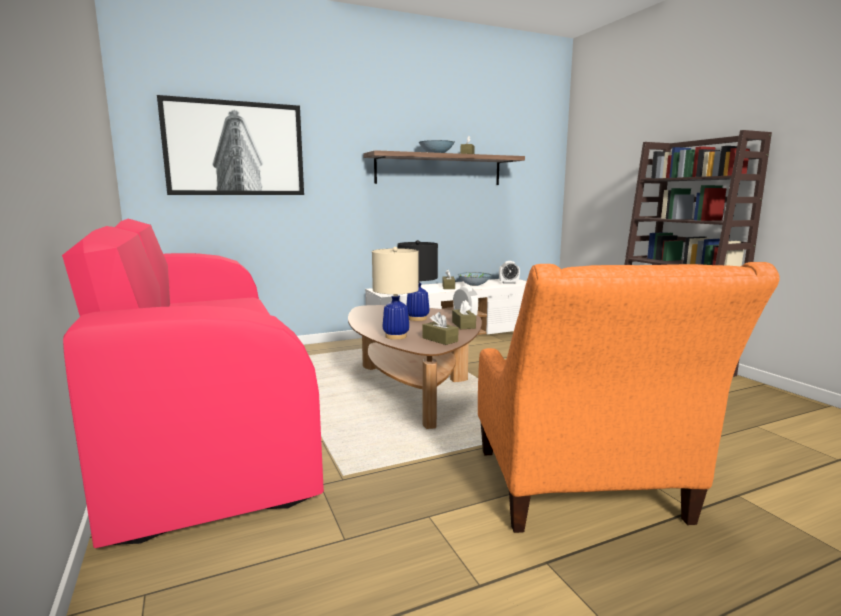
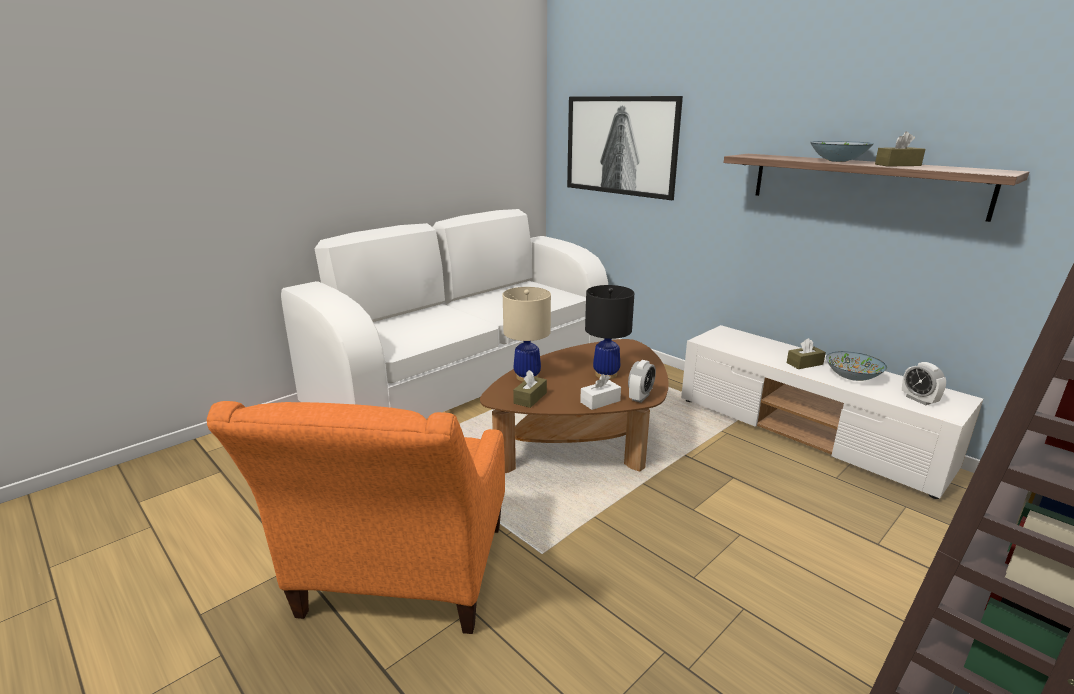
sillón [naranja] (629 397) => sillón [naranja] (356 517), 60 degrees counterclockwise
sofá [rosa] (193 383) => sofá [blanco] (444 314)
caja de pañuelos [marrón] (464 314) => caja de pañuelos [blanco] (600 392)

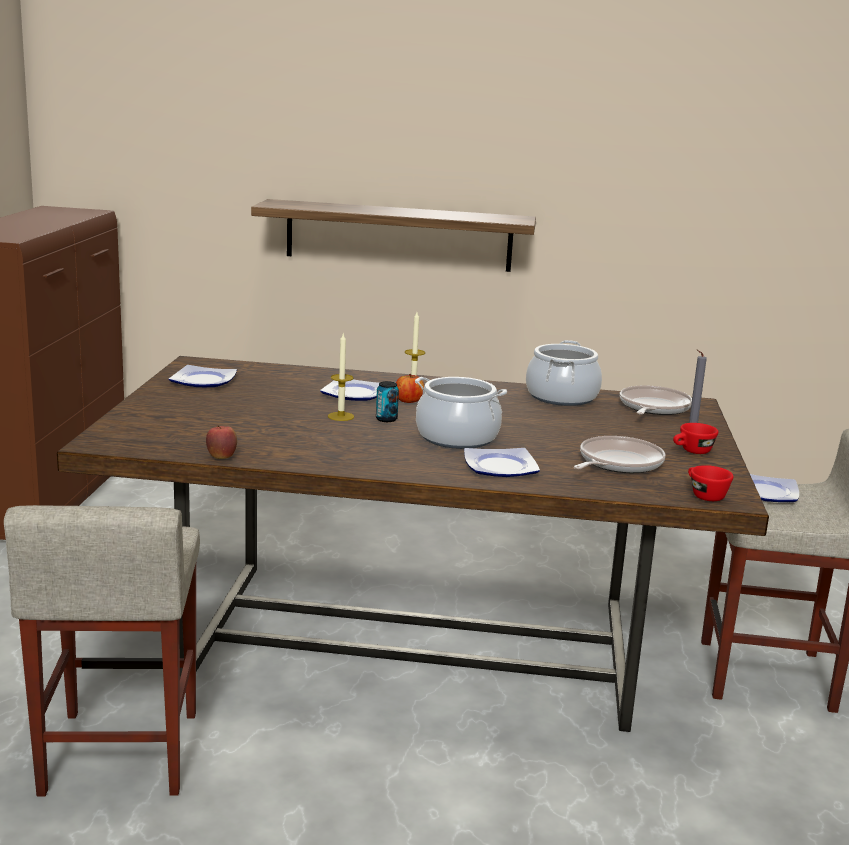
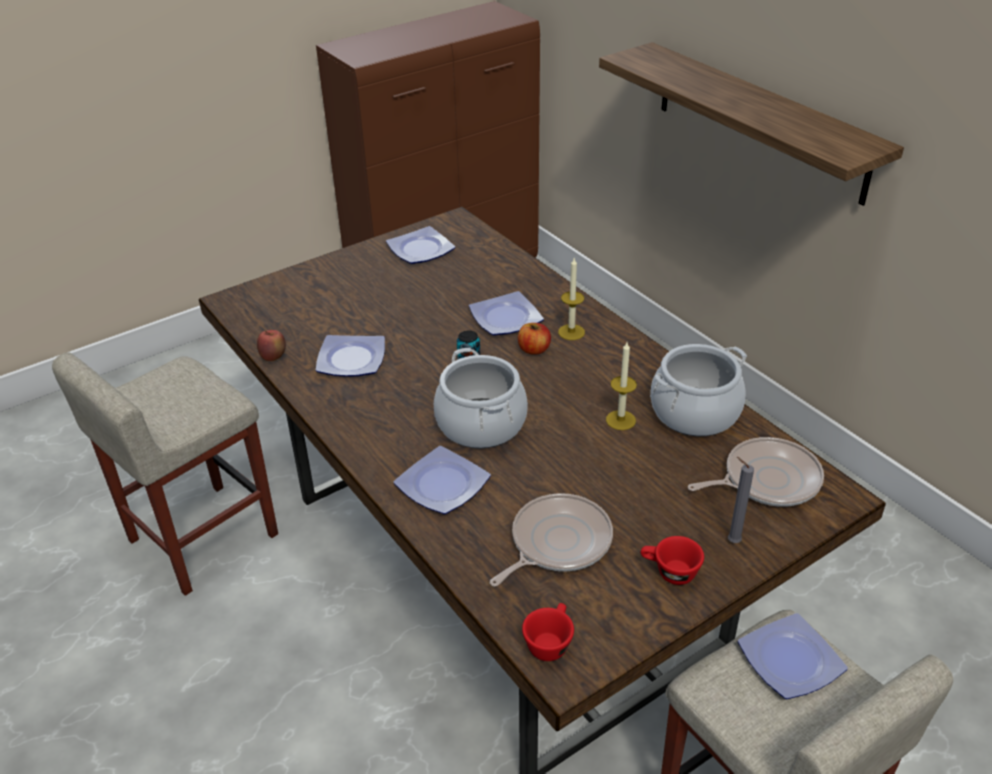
nothing => plato (350 355)
sartén (619 454) => sartén (551 540), 45 degrees counterclockwise
vela (341 377) => vela (621 386), moved

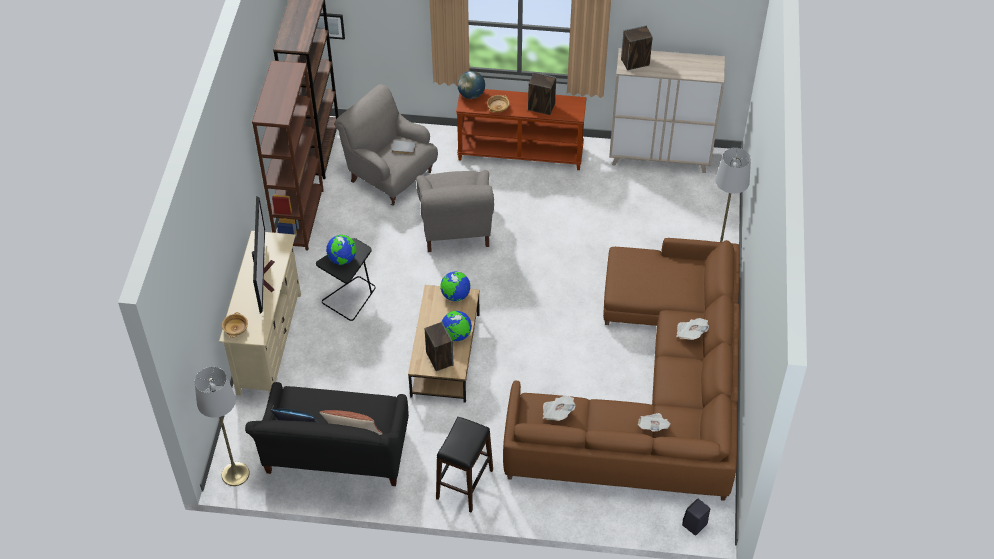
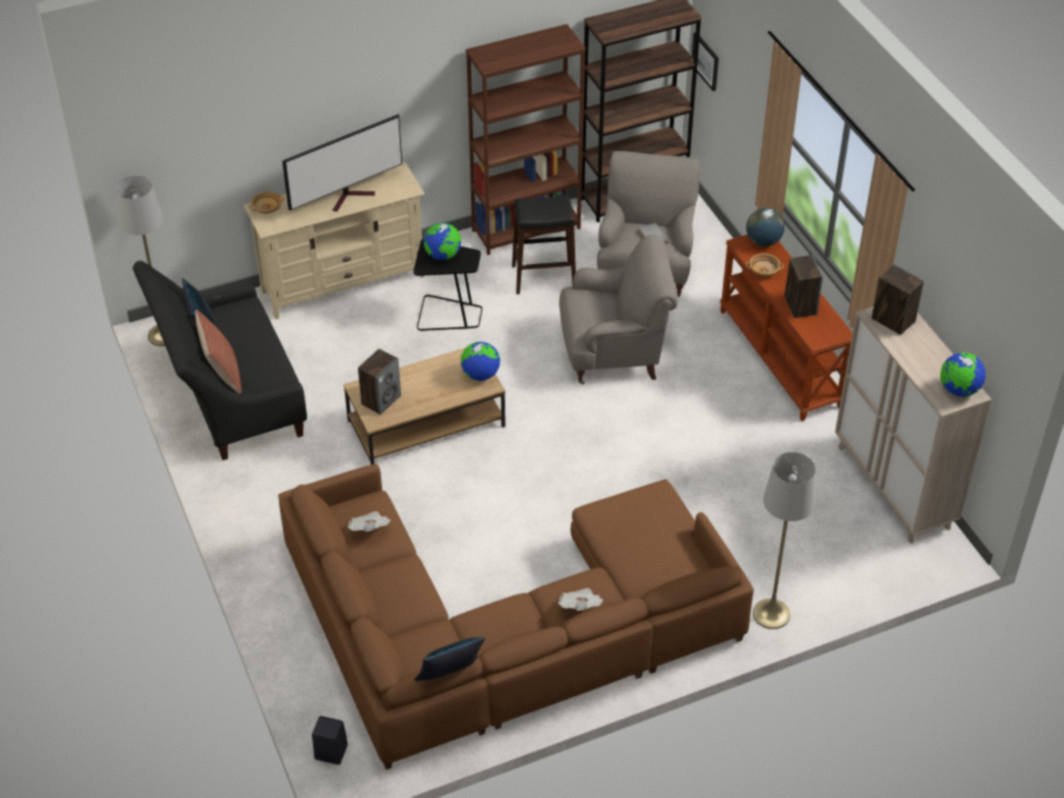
nothing => cojín [azul] (449 659)
taburete [negro] (464 465) => taburete [negro] (544 244), moved
sillón [gris] (455 211) => sillón [gris] (618 309), 150 degrees counterclockwise
globo terráqueo (457 326) => globo terráqueo (963 375), moved
periódico (654 422) => nothing

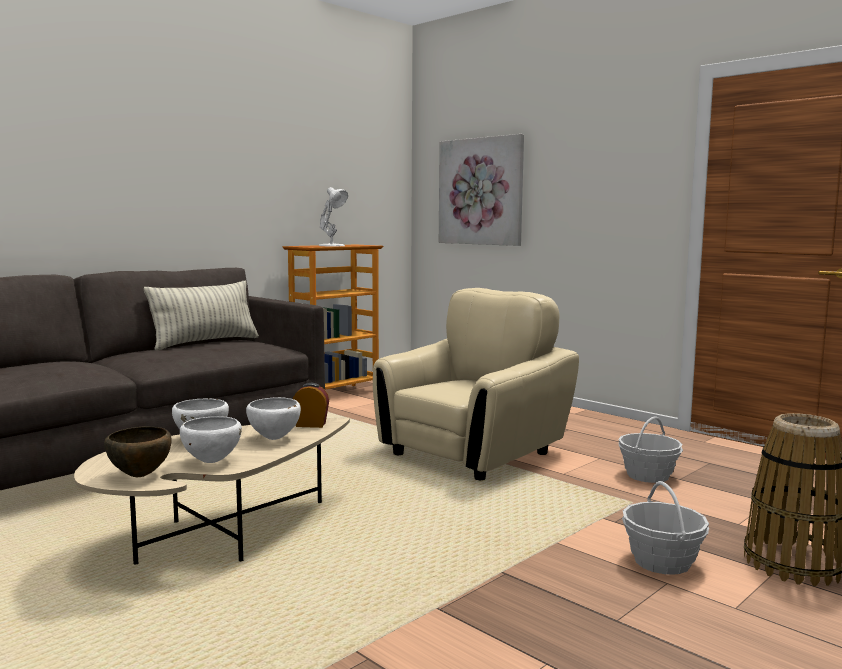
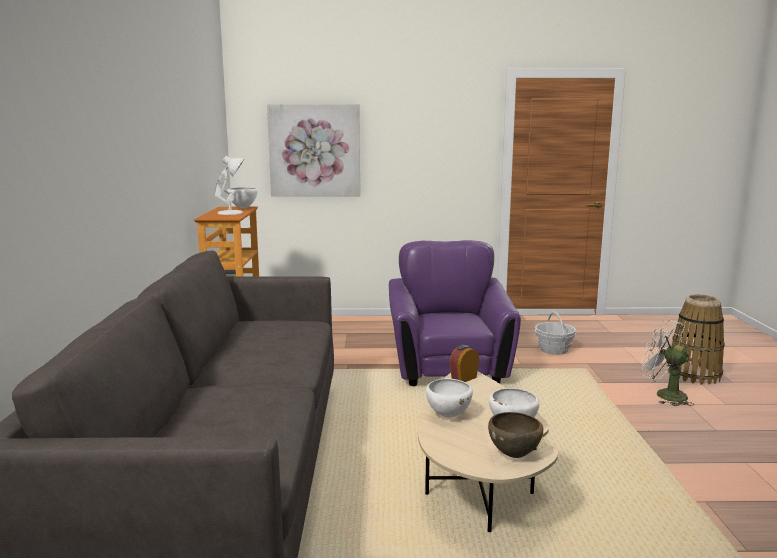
cuenco [blanco] (273 418) => cuenco [blanco] (242 198), moved
sillón [beis] (476 384) => sillón [morado] (455 313)
cesta (665 528) => ventilador [blanco] (667 362)
cojín (201 316) => nothing

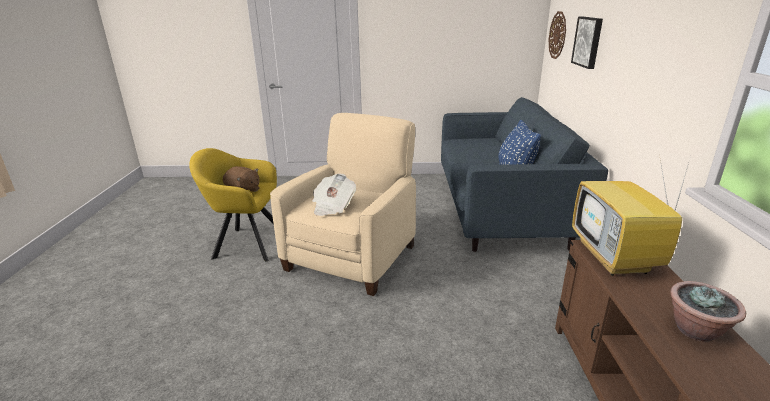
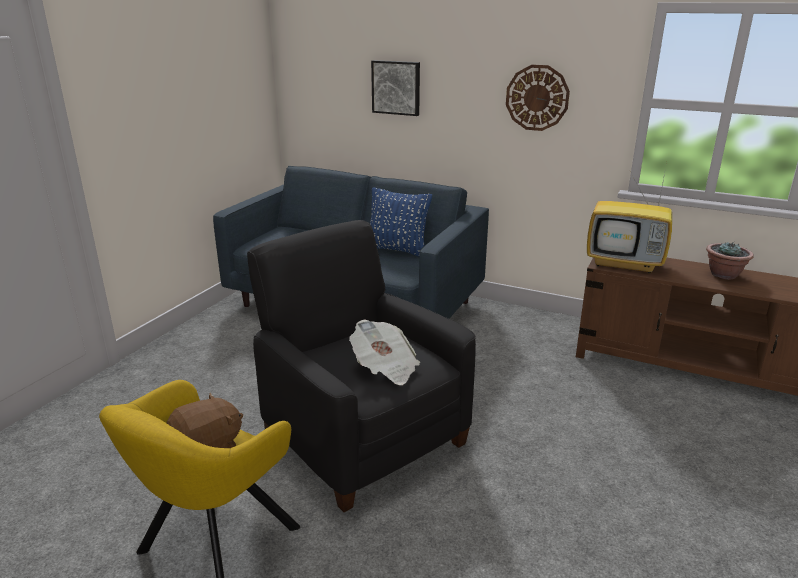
sillón [beis] (343 204) => sillón [negro] (361 366)
reloj de pared (557 35) => reloj de pared (538 98), moved

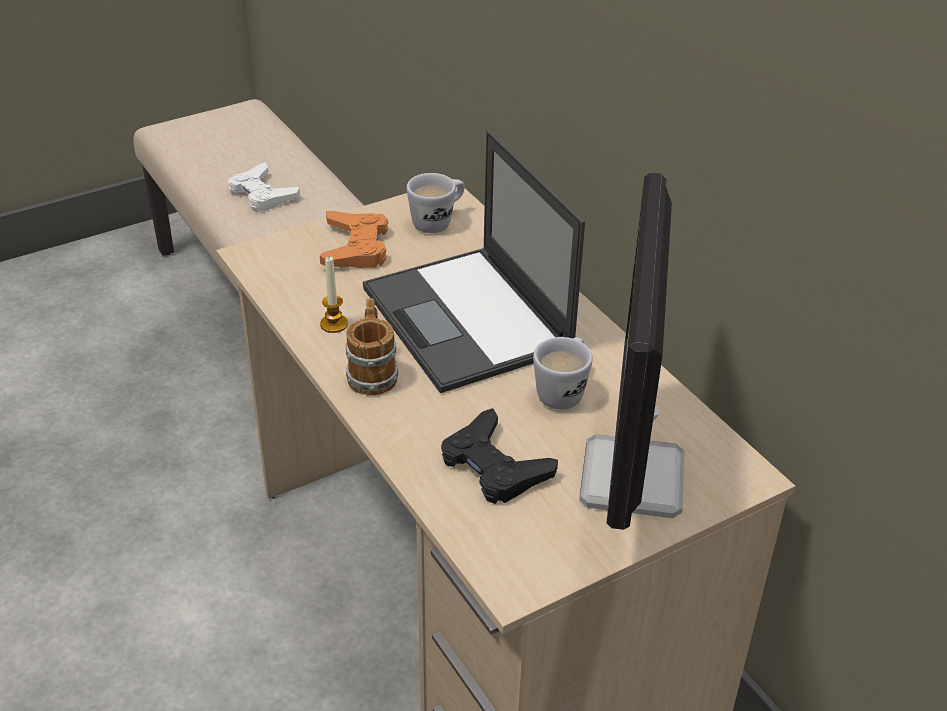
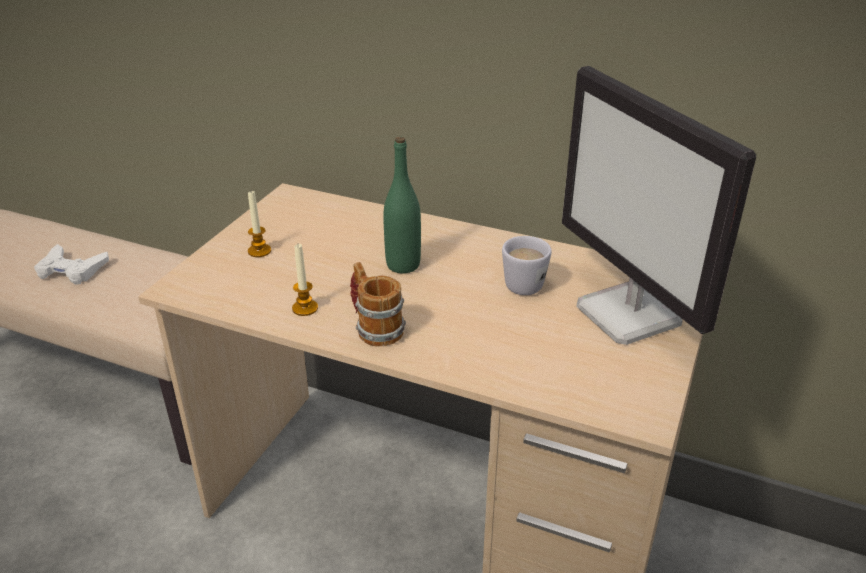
mando de consola [naranja] (354 239) => vela (259 224)
portátil (474 261) => botella [verde] (402 205)
taza grande [blanco] (436 203) => nothing
mando de consola [negro] (499 456) => nothing

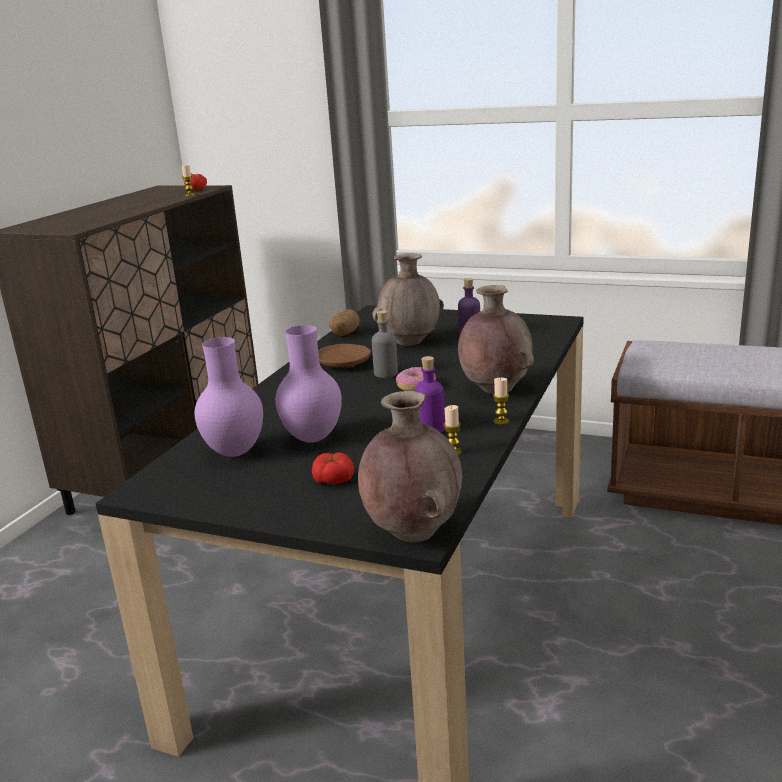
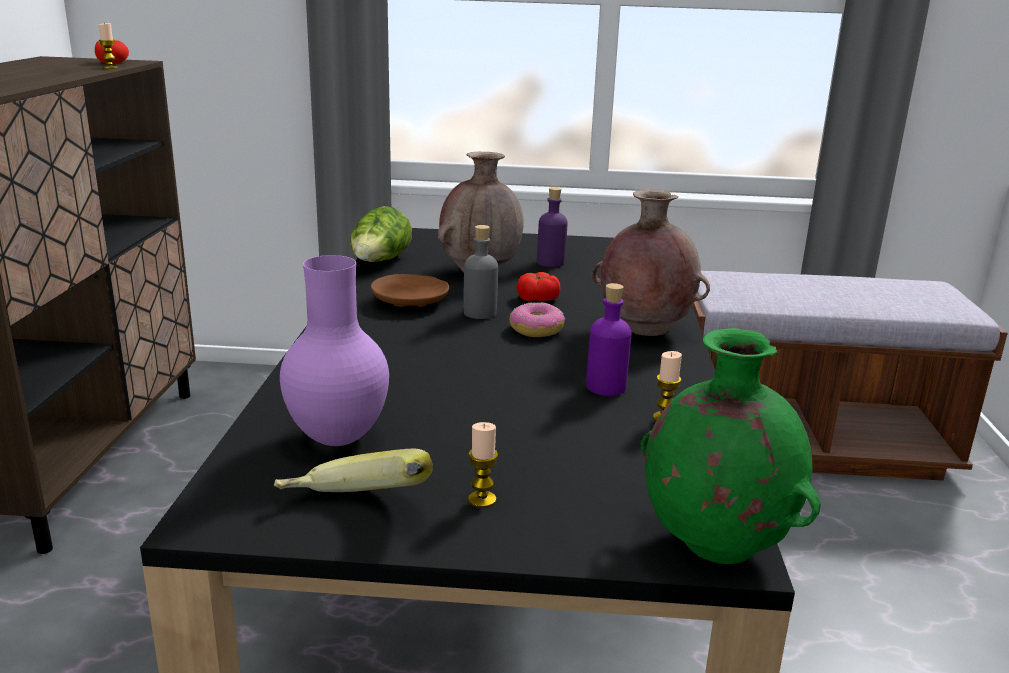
nothing => plátano (353 470)
patata (344 322) => lechuga (381 234)
vela (501 401) => vela (483 465), moved
tomate (333 468) => tomate (539 287), moved
florero [marrón] (410 466) => florero [verde] (731 446)
florero [morado] (308 384) => nothing

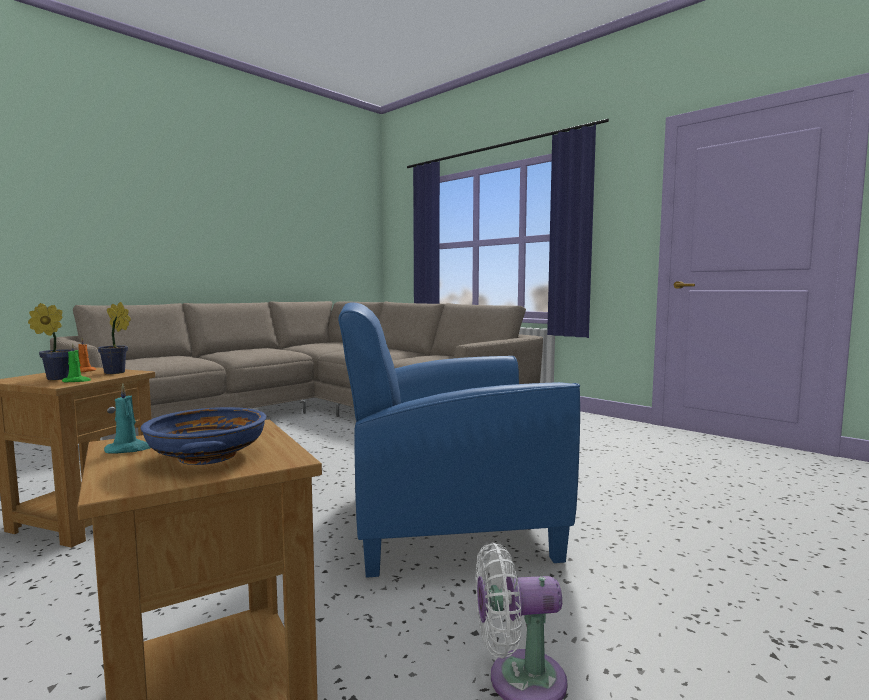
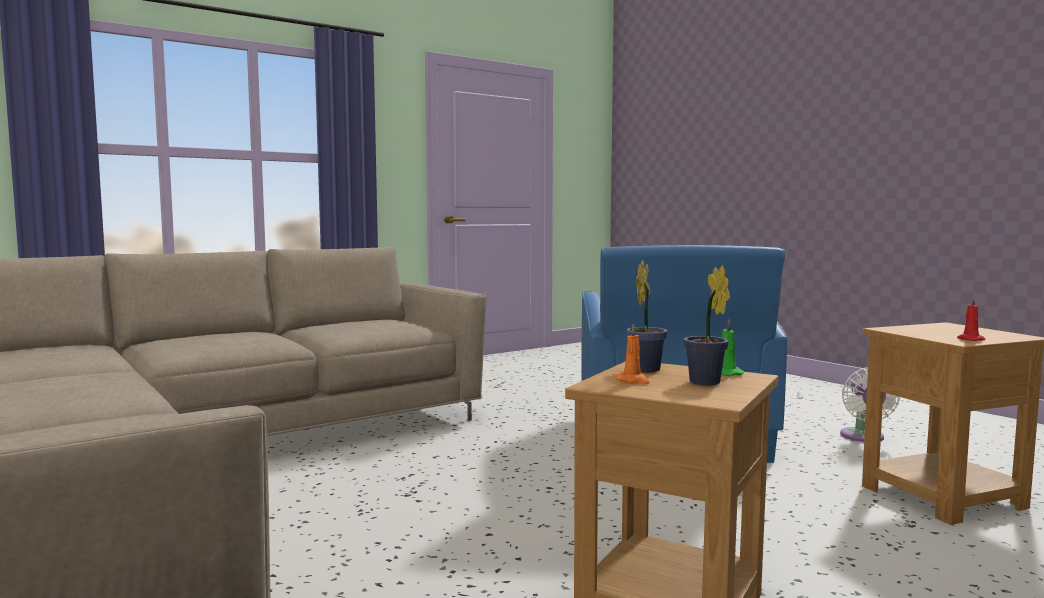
vela [turquesa] (127 418) => vela [rojo] (971 318)
cuenco [azul] (203 436) => nothing

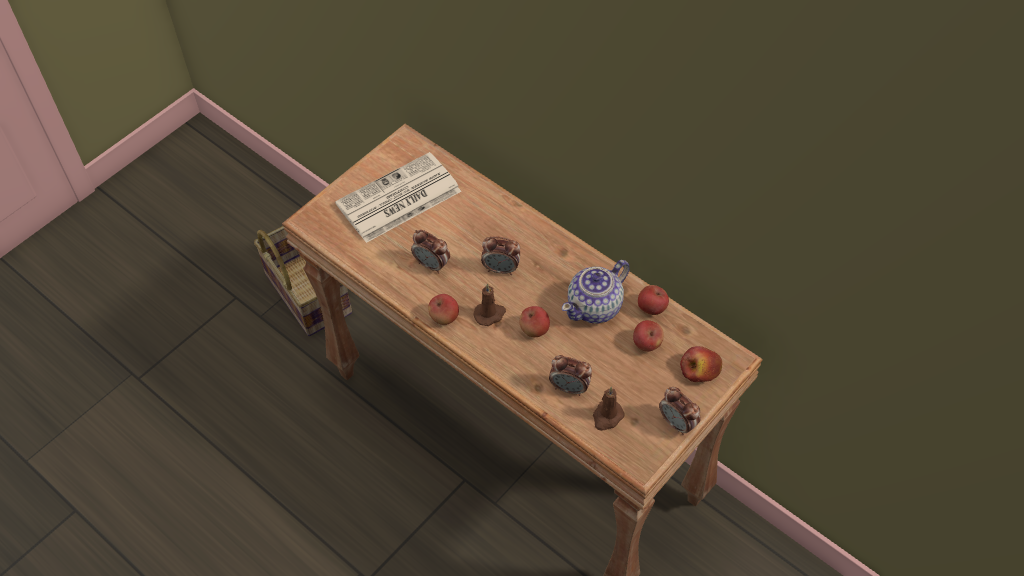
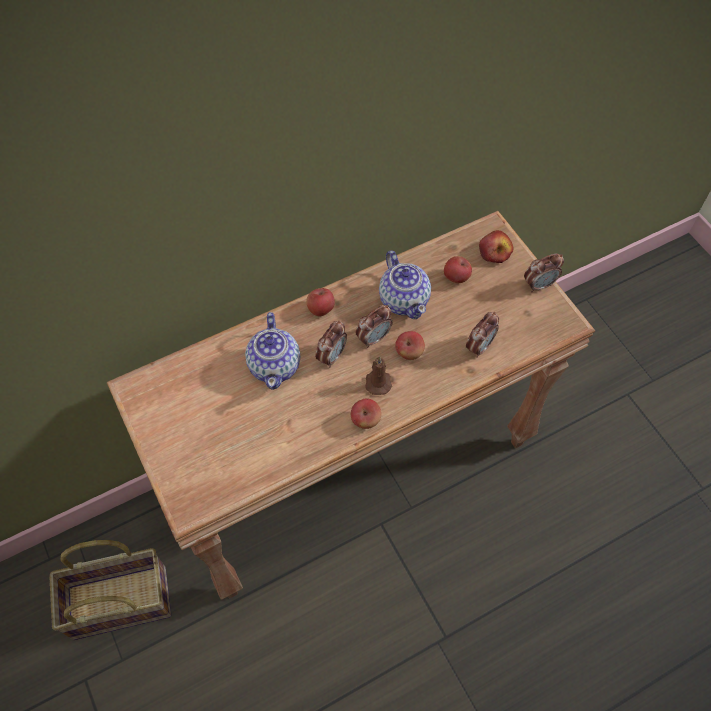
nothing => tetera (272 351)
manzana (653 300) => manzana (320 302), moved
despertador (430 252) => despertador (374 326), moved
periódico (398 197) => nothing
vela [marrón] (609 409) => nothing

